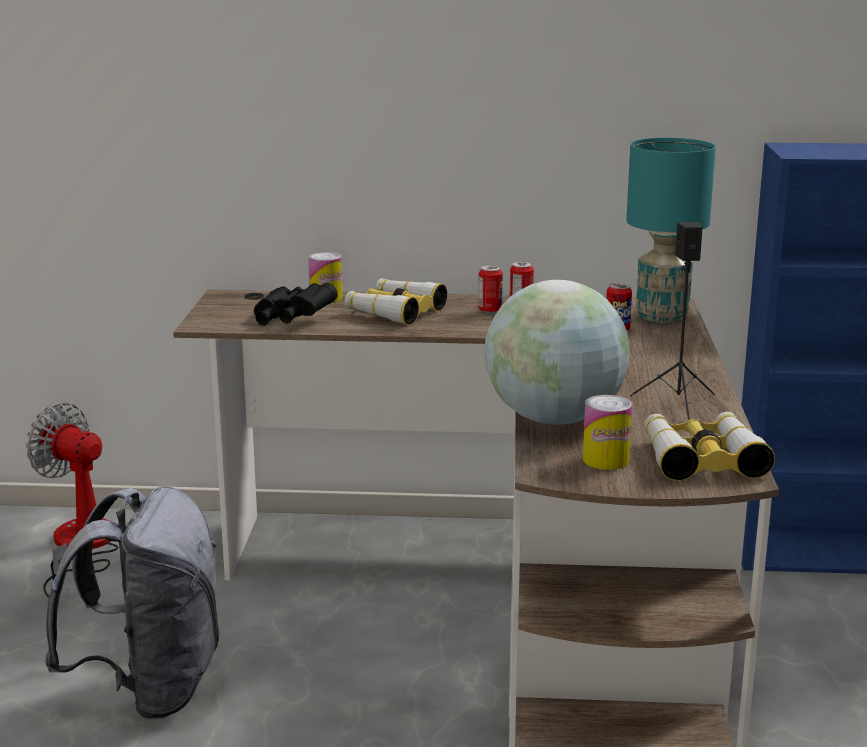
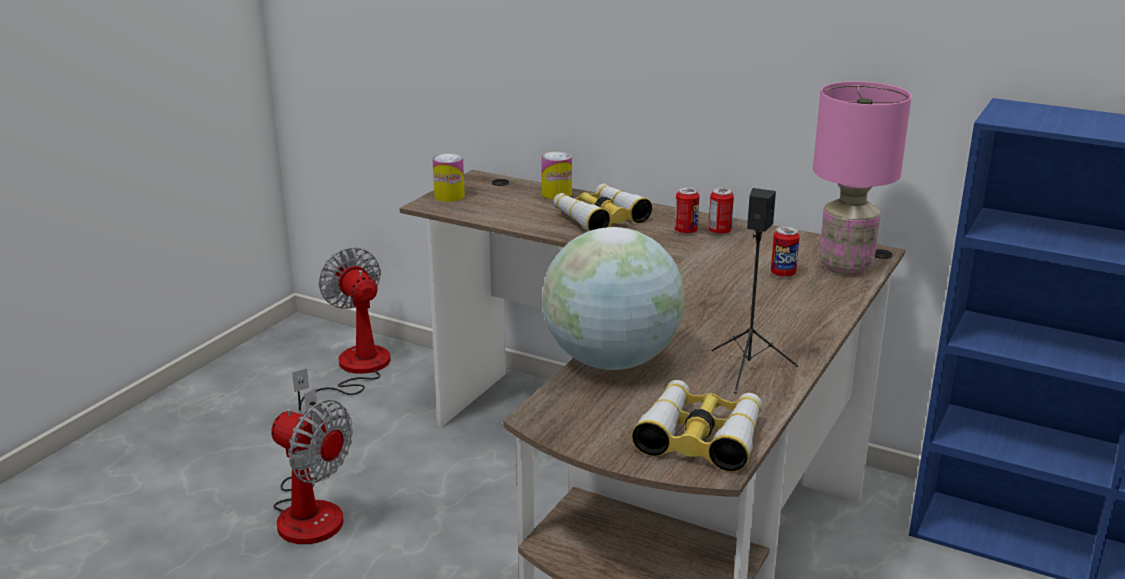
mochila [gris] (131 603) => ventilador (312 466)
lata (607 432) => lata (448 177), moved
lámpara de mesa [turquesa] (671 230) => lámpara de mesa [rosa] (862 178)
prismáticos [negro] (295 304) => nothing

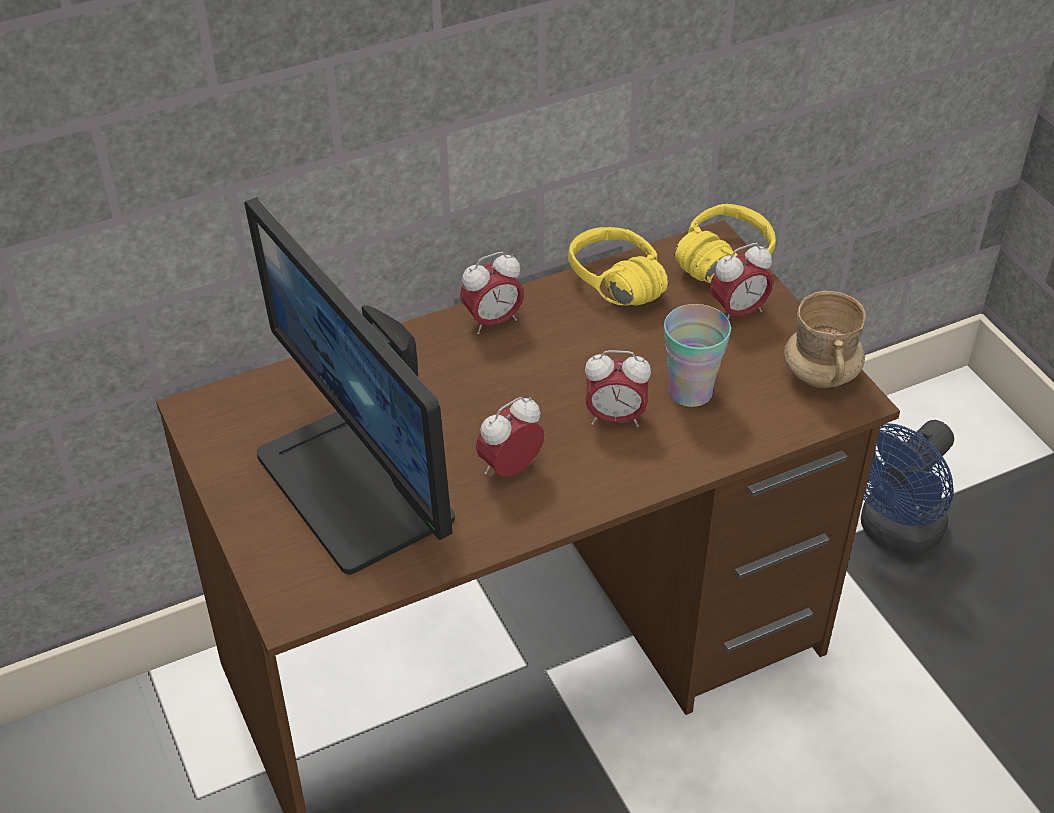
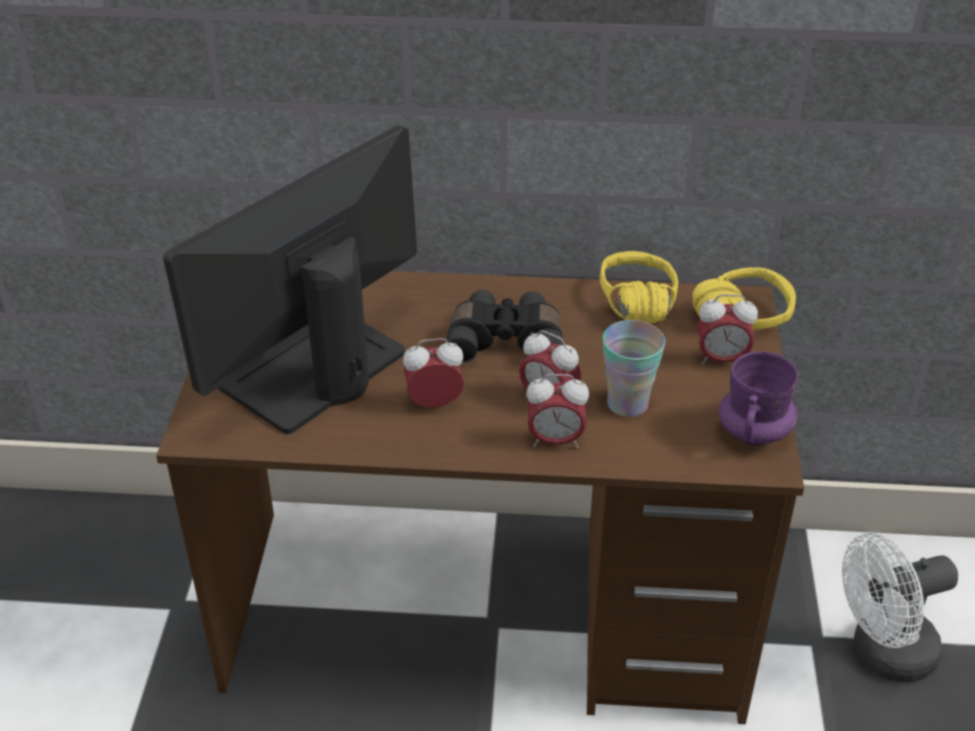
monitor (349 385) => monitor (290 279), 45 degrees clockwise
nothing => prismáticos [negro] (504 326)
despertador (492 293) => despertador (557 411), moved
taza grande [beis] (825 339) => taza grande [morado] (758 398)
ventilador [azul] (907 487) => ventilador [blanco] (900 607)

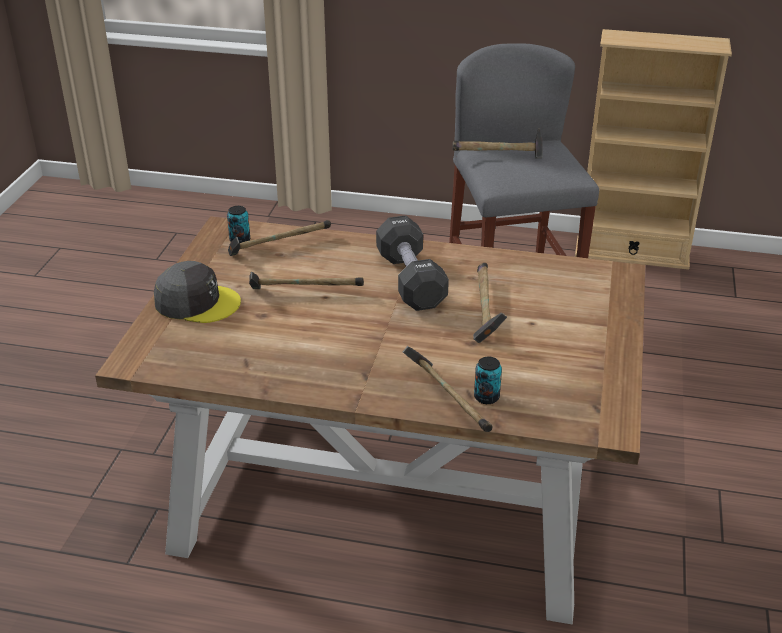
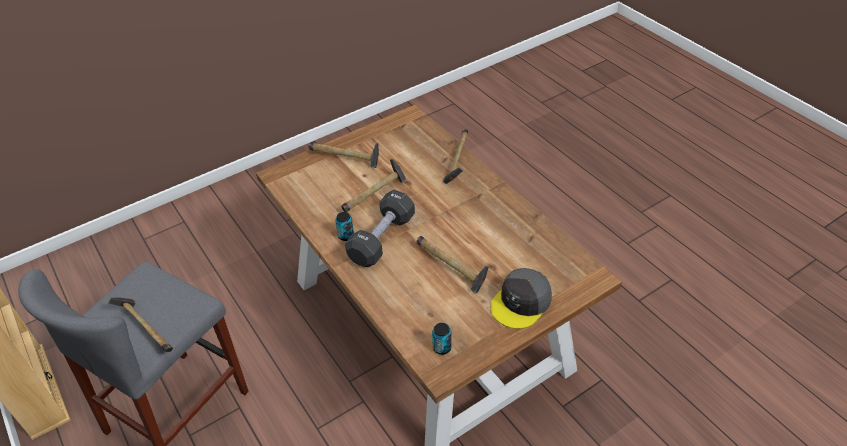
martillo (279 238) => martillo (343 155), moved
lata (488 380) => lata (344 226), moved
gorra [gris] (197 292) => gorra [gris] (521 298), 105 degrees counterclockwise

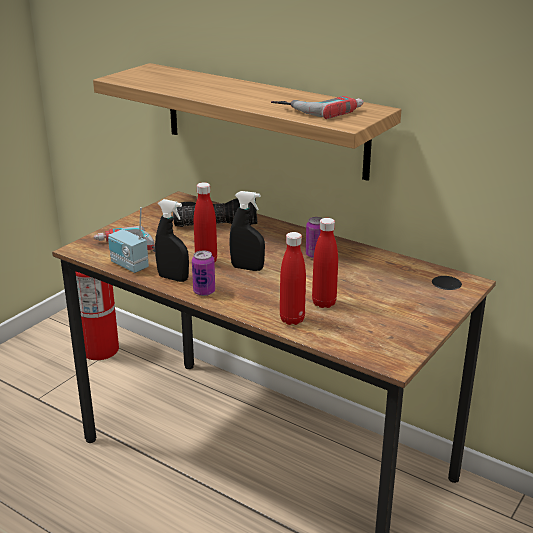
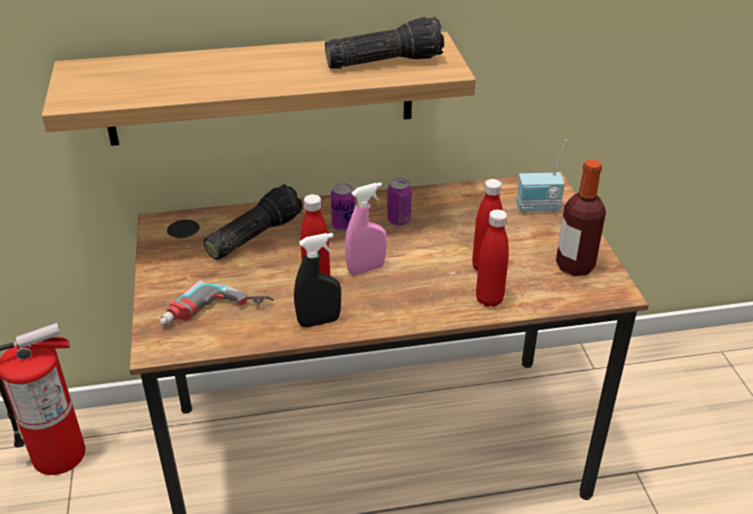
taladro (317 107) => linterna (384 43)
lata (203 273) => lata (343 207), moved
pulverizador [negro] (247 231) => pulverizador [rosa] (366 228)
radio (128 240) => radio (541 176), moved
nothing => botella (581 217)

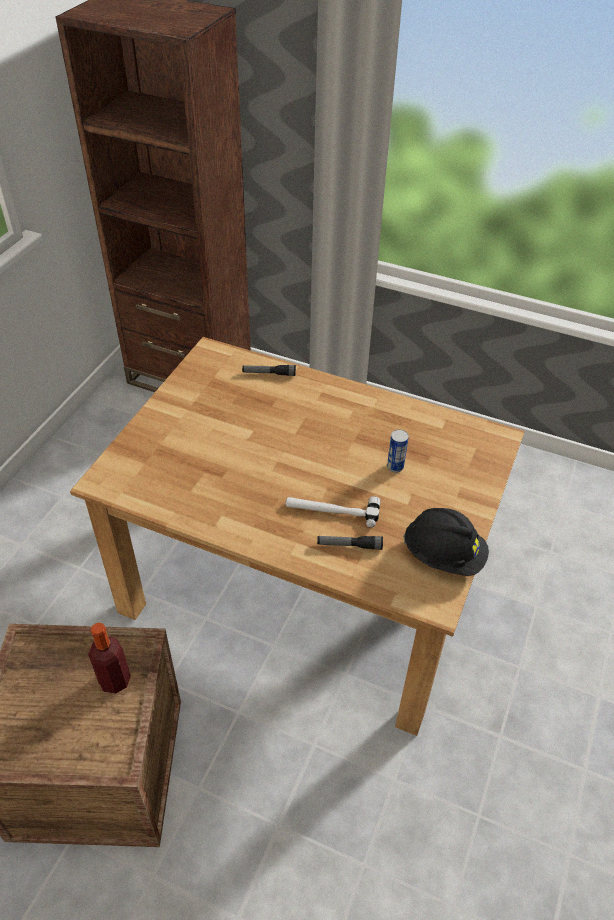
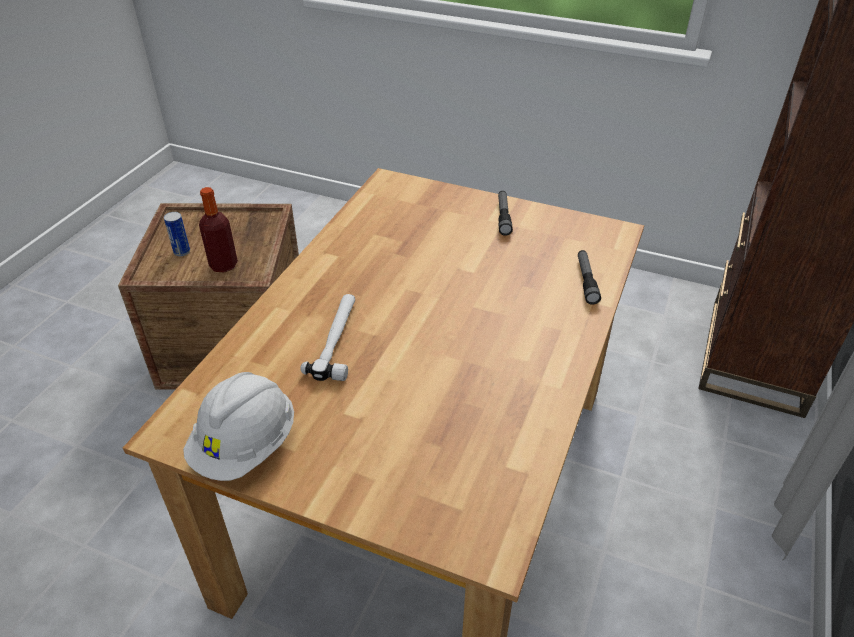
lata (398 451) => lata (177 234), moved
casco [negro] (446 542) => casco [blanco] (238 426)
linterna (350 543) => linterna (505 213), moved

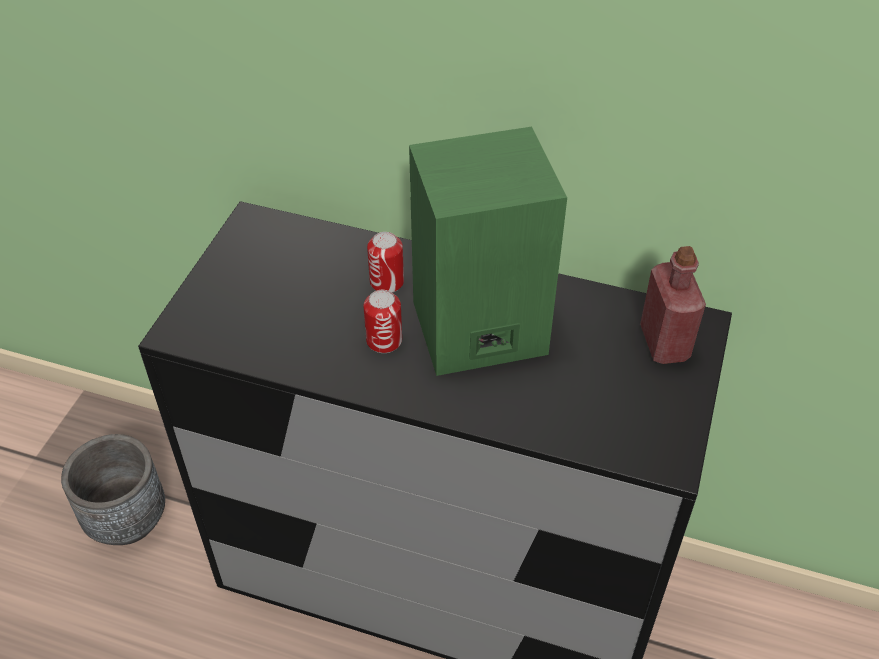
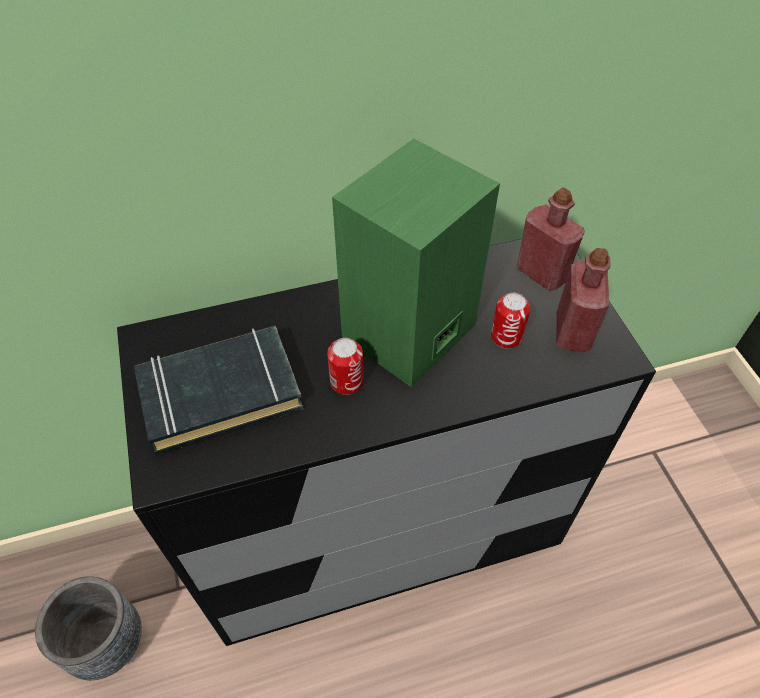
nothing => libro [negro] (218 390)
lata (385 262) => lata (511 321), moved
nothing => botella [rojo] (583 300)

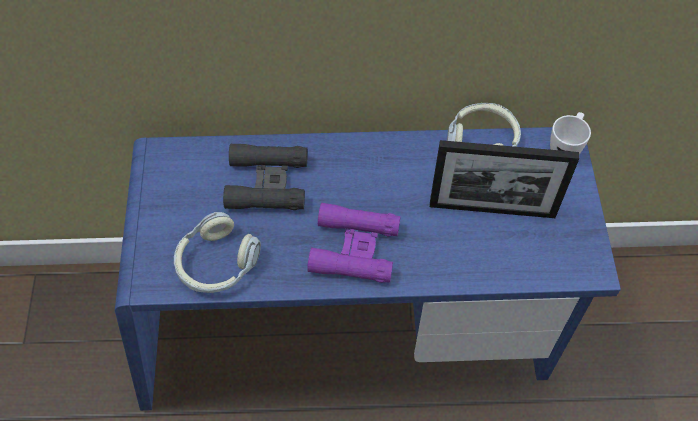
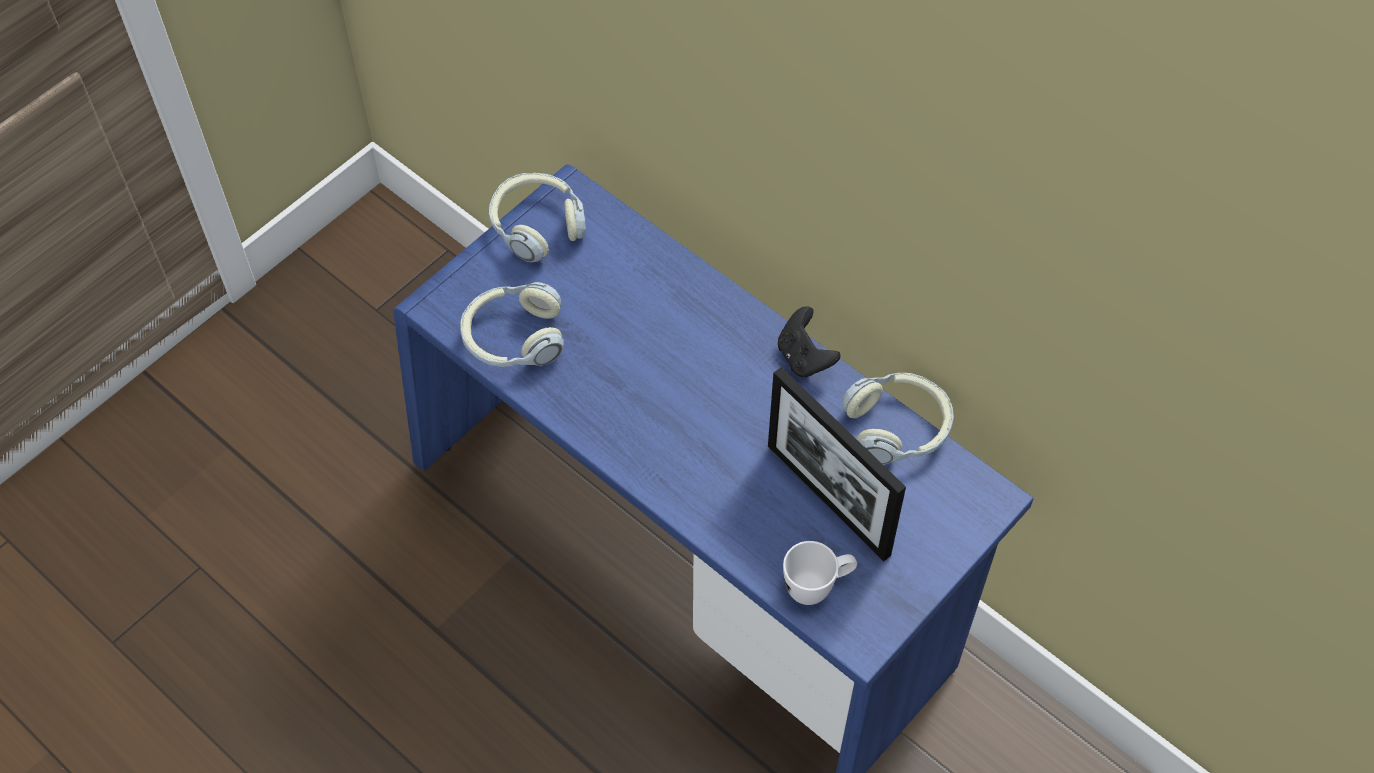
nothing => auriculares (537 217)
nothing => mando de consola [negro] (809 341)
taza grande [blanco] (570 133) => taza grande [blanco] (820 573), moved
prismáticos [negro] (265 177) => nothing
prismáticos [morado] (353 243) => nothing

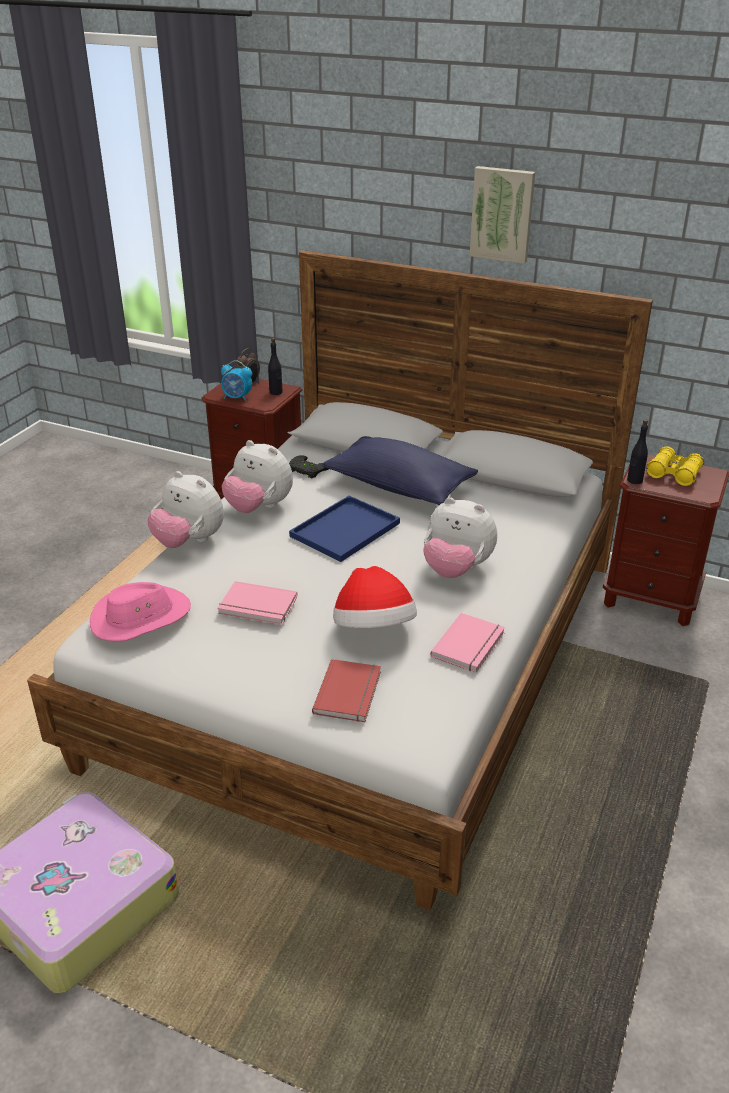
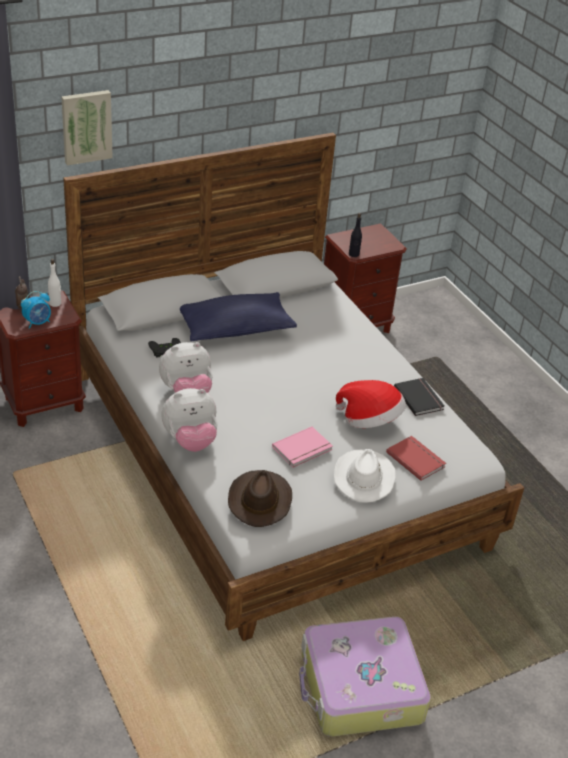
botella [negro] (275 366) => botella [blanco] (54 283)
cuadro (502 215) => cuadro (87 128), moved
sombrero [rosa] (140 611) => sombrero [marrón] (260 498)
nothing => sombrero [blanco] (365 476)
libro [rosa] (467 643) => libro [negro] (419 397)
bandeja [azul] (344 528) => nothing
peluche (460 537) => nothing
prismáticos [amarillo] (675 466) => nothing

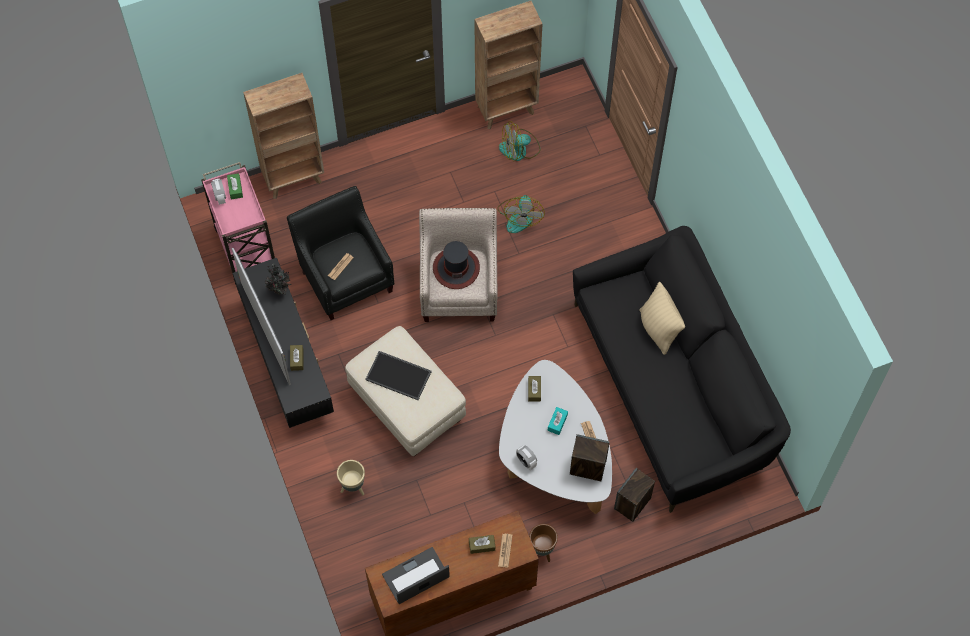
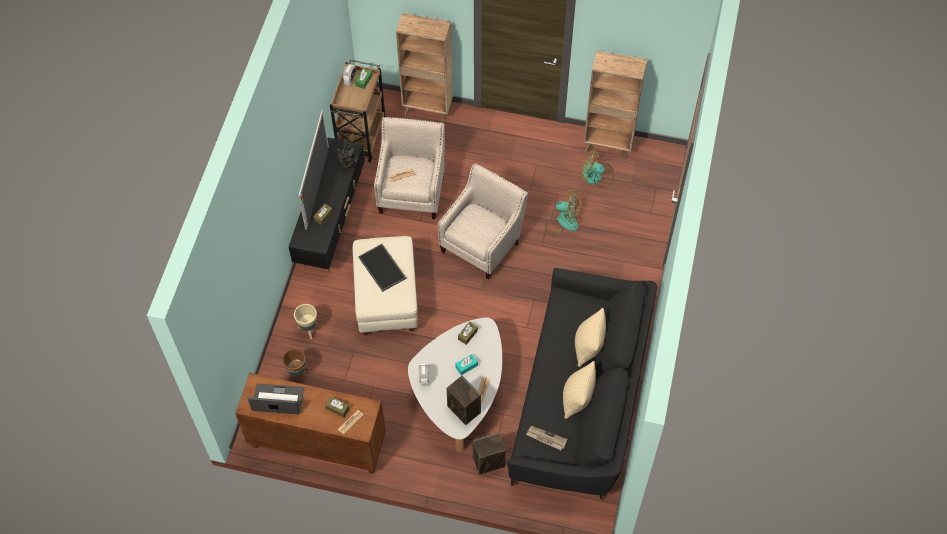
maceta [marrón] (543 543) => maceta [marrón] (295 366), moved
carrito [rosa] (238 223) => carrito [marrón] (357 111)
sillón [negro] (341 253) => sillón [beis] (409 168)
nothing => periódico (547 438)
ventilador (521 214) => ventilador (562 213), 120 degrees counterclockwise
nothing => cojín [beis] (579 390)
sombrero (456 265) => nothing

